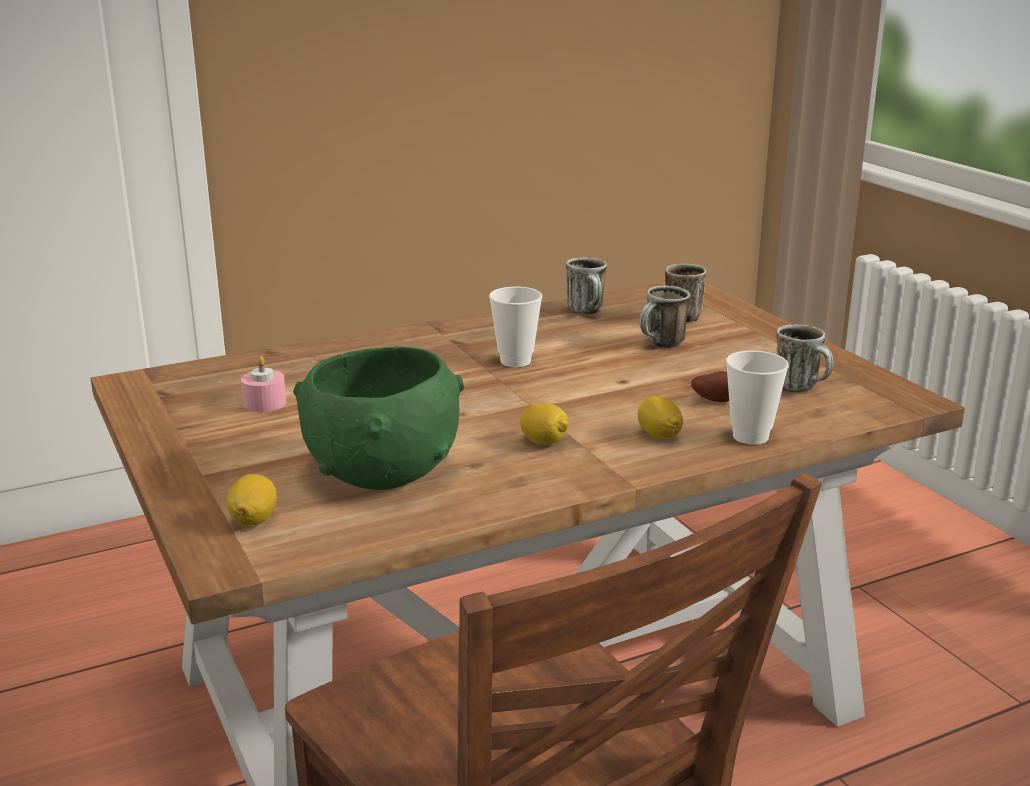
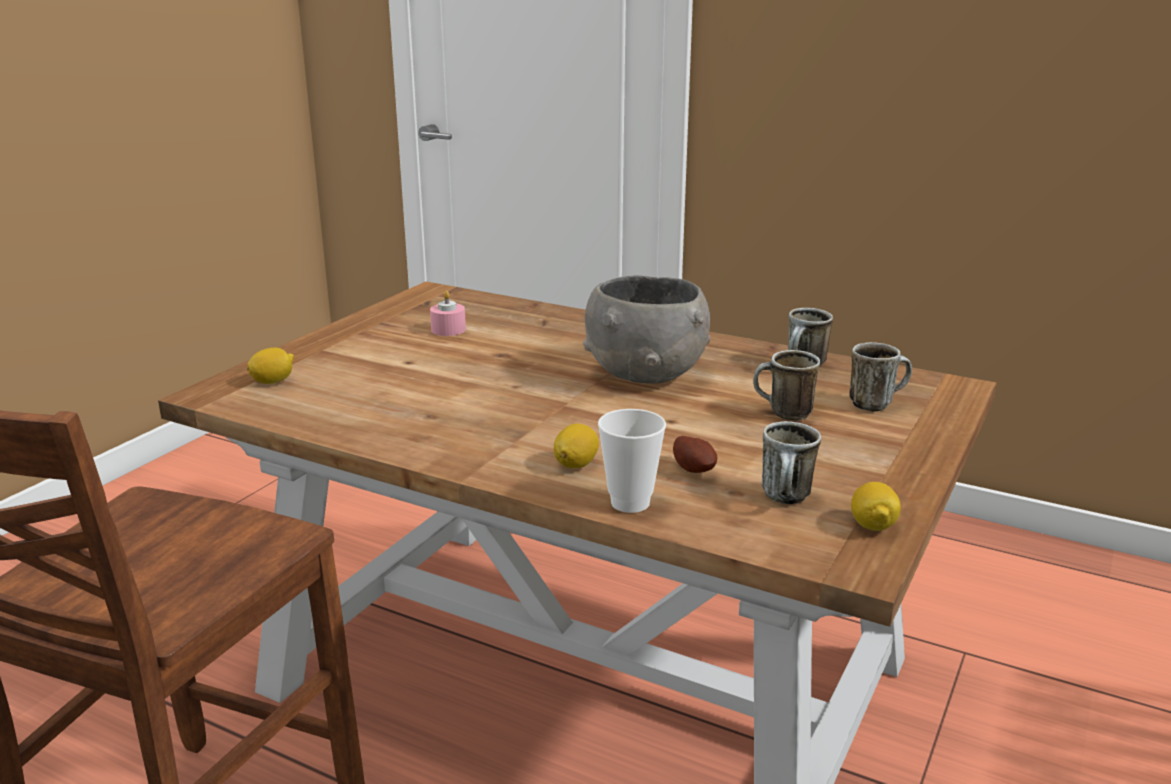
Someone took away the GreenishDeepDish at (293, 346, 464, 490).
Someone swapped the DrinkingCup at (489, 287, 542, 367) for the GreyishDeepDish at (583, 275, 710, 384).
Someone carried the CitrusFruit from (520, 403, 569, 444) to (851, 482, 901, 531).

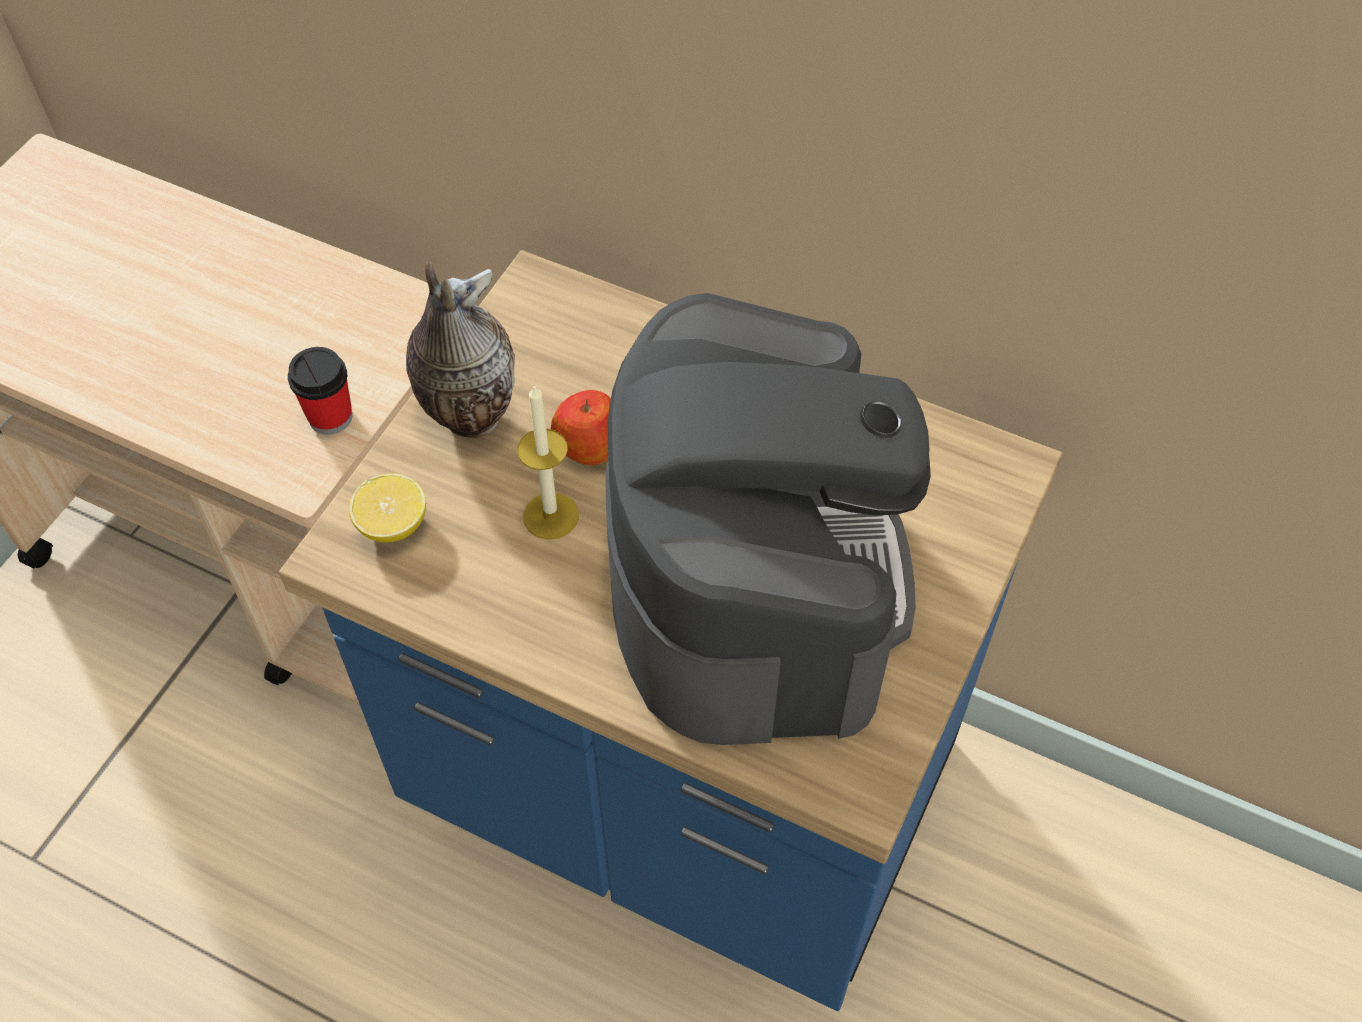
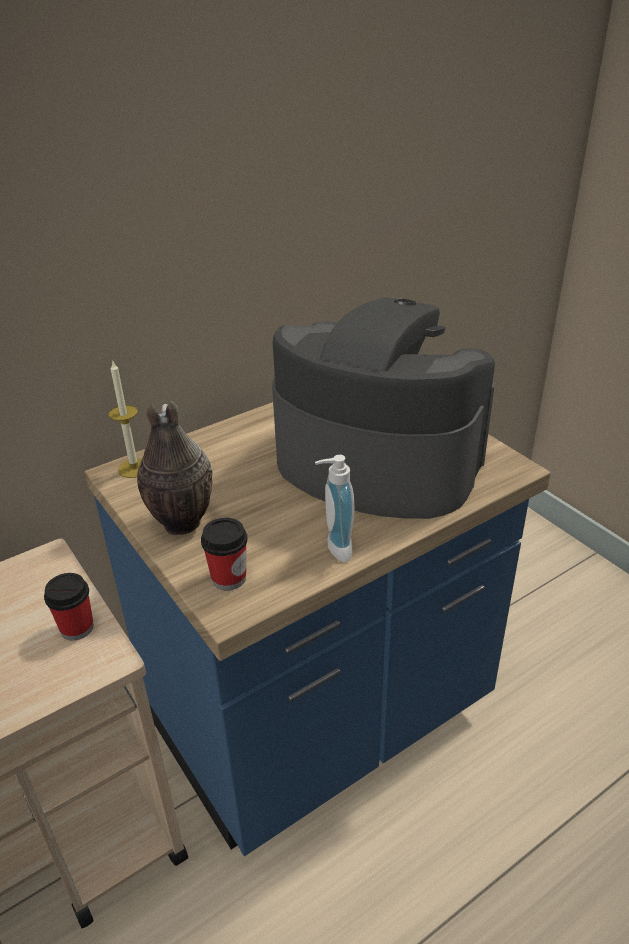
Someone swapped the CitrusFruit at (349, 473, 426, 542) for the DrinkingCup at (201, 518, 248, 591).
Someone carried the Candle from (517, 385, 579, 540) to (108, 360, 142, 478).
Someone took away the AppleFruit at (551, 390, 611, 465).
Someone put down the SoapBottle at (315, 455, 354, 562).

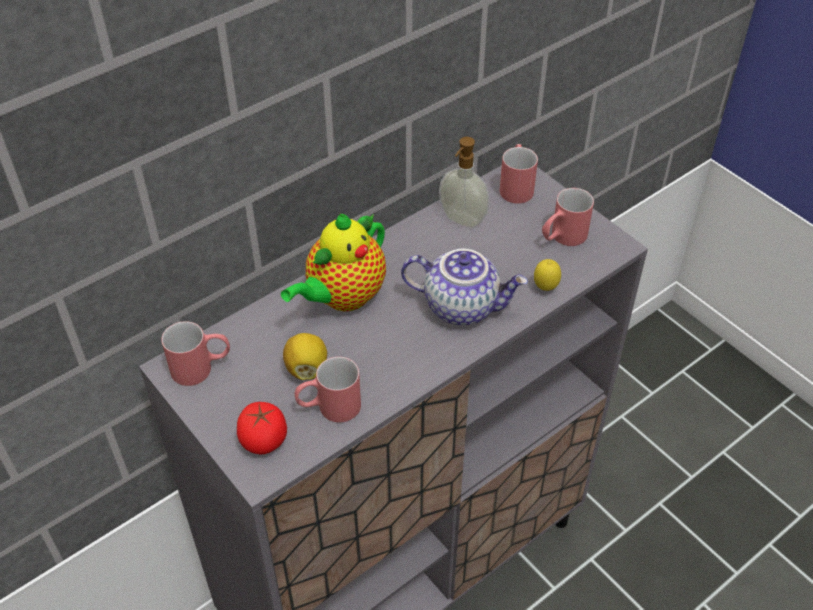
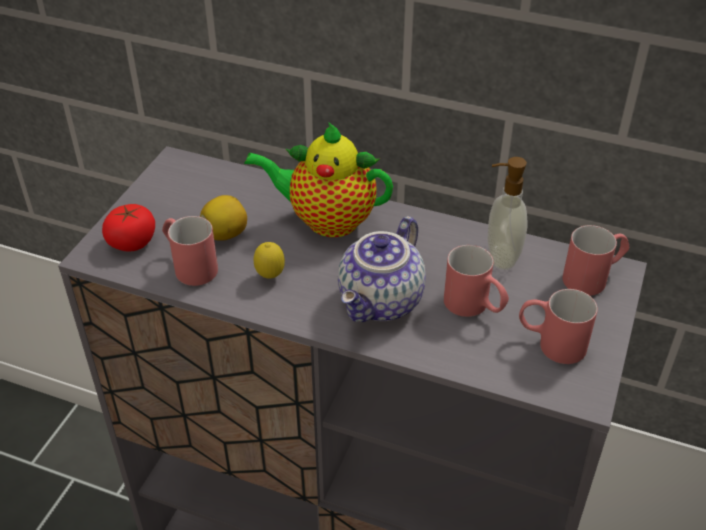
Someone carried the RedMug from (161, 321, 230, 386) to (444, 245, 509, 317).
Someone rotated the Teapot at (401, 249, 528, 325) by 45 degrees clockwise.
Someone carried the CitrusFruit from (534, 259, 561, 291) to (254, 242, 285, 278).

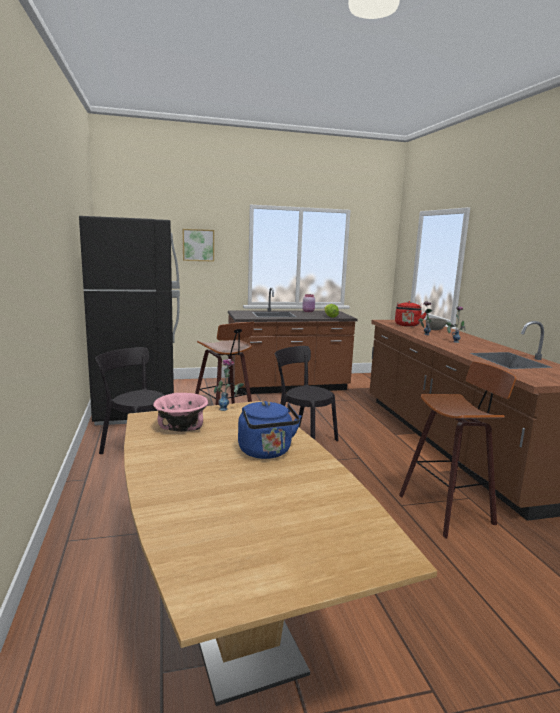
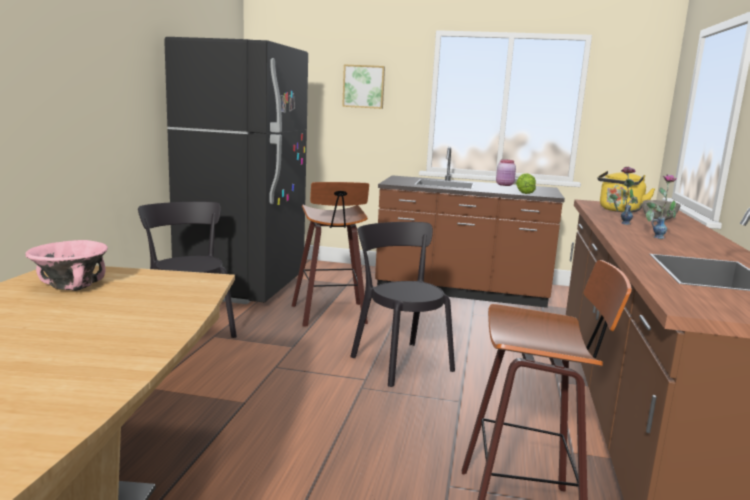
Someone took away the FlowerVase at (214, 359, 244, 411).
Someone took away the BlueColouredWaterKettle at (238, 401, 301, 459).
Someone repainted the RedWaterKettle at (395, 301, 427, 327), which became the YellowWaterKettle at (598, 171, 656, 212).

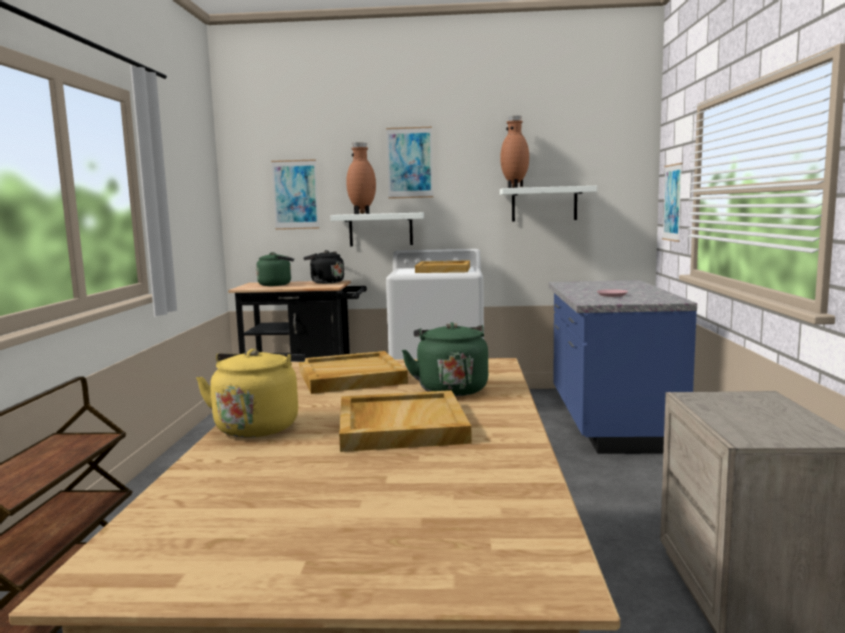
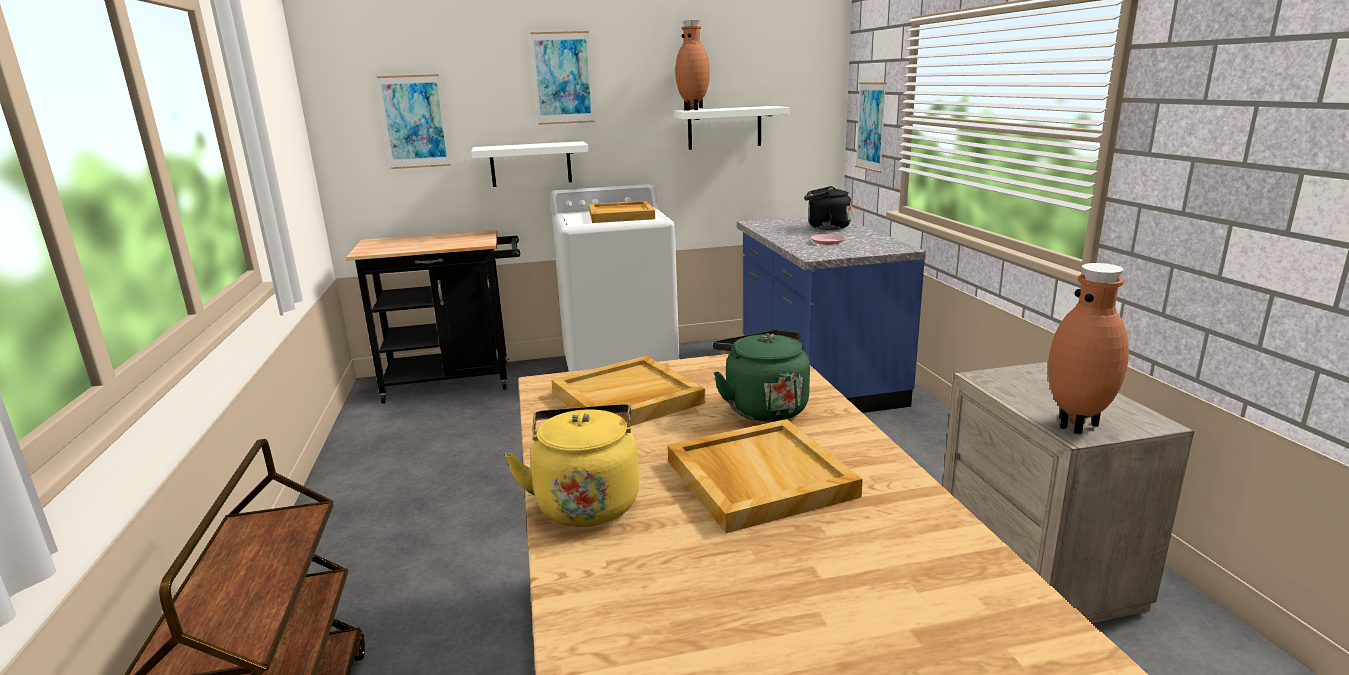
Someone took away the GreenishWaterKettle at (256, 252, 294, 286).
Someone carried the BlackWaterKettle from (303, 250, 344, 284) to (804, 186, 852, 230).
Someone carried the BrownishFlowerVase from (346, 142, 376, 214) to (1048, 263, 1129, 434).

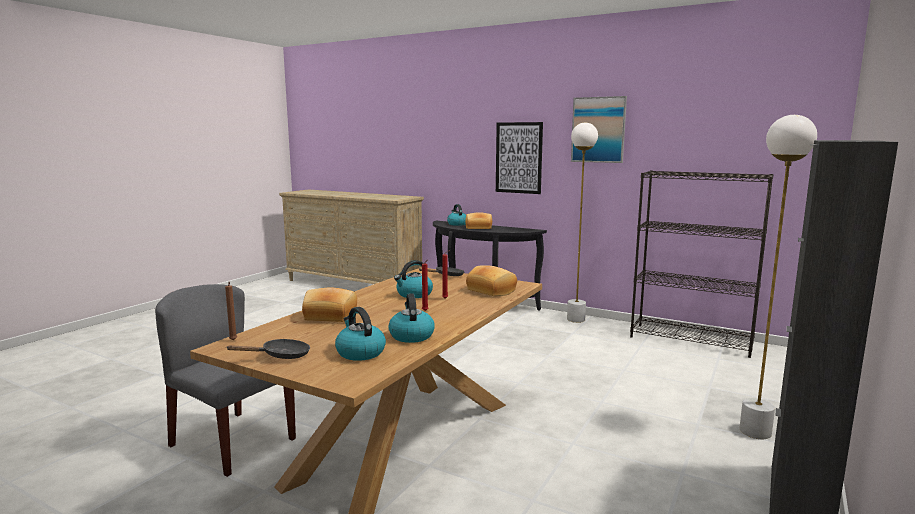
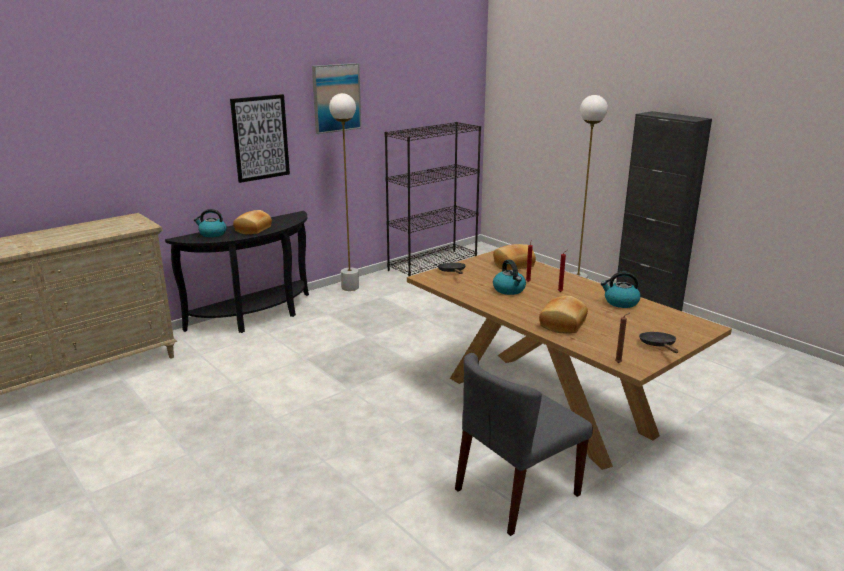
Someone took away the WaterKettle at (335, 307, 386, 361).

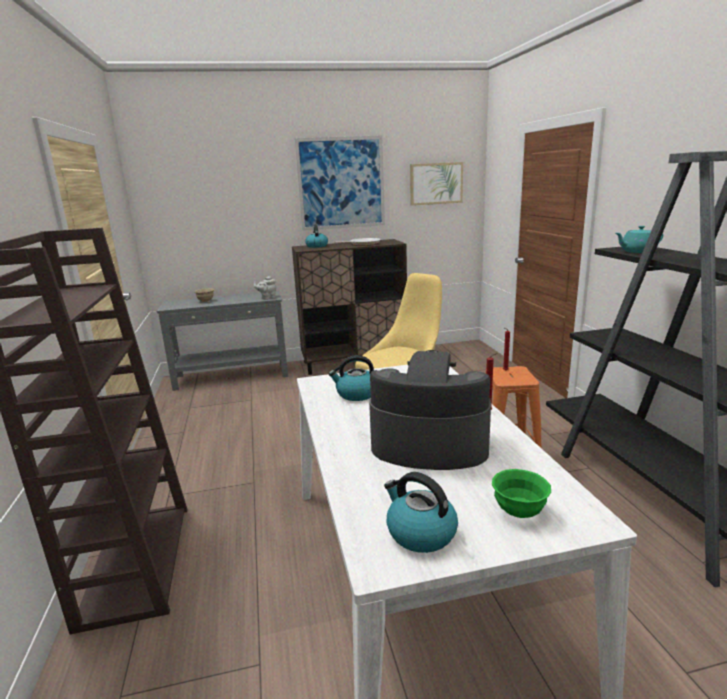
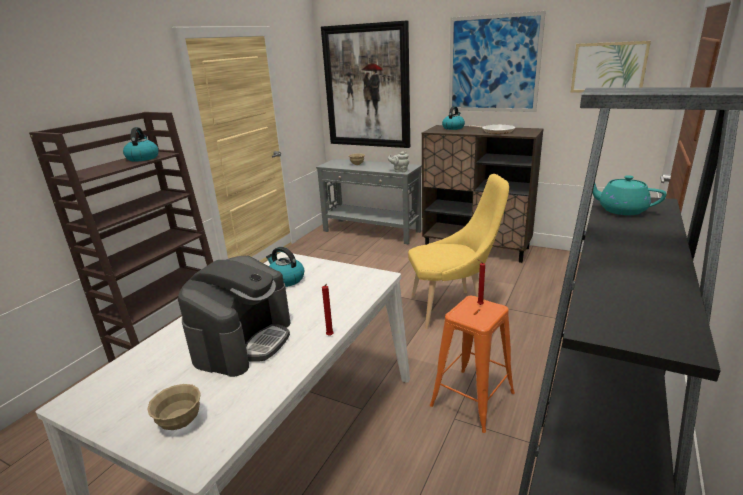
Someone rotated the CoffeeBrewer at (369, 350, 491, 470) by 60 degrees clockwise.
Someone carried the WaterKettle from (384, 472, 458, 553) to (123, 127, 159, 162).
Someone repainted the GreenishDeepDish at (492, 469, 551, 518), which became the BeigeDeepDish at (147, 384, 201, 430).
Someone put up the WallArt at (321, 20, 410, 148).

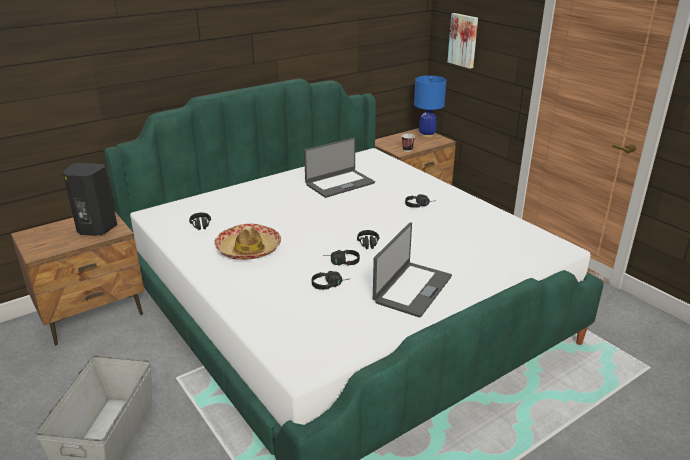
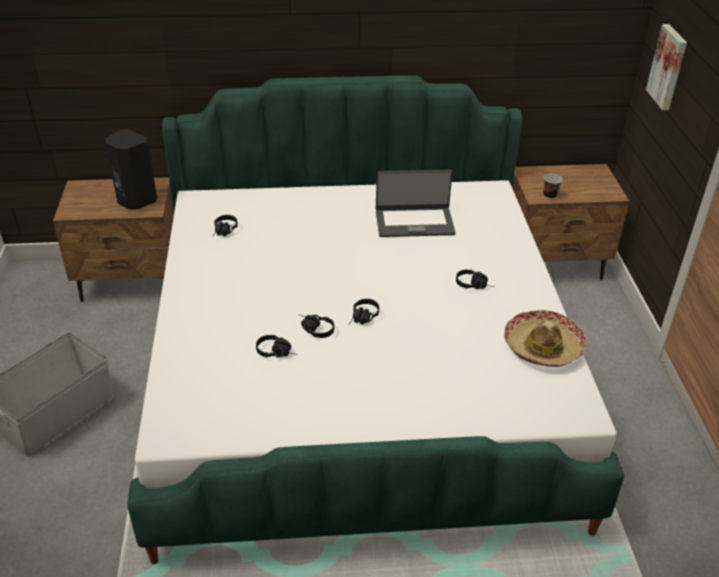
Someone carried the Hat from (214, 223, 281, 260) to (504, 310, 587, 367).
Someone took away the Laptop at (373, 223, 452, 318).
Someone took away the BlueColouredTabletopLamp at (414, 75, 447, 138).

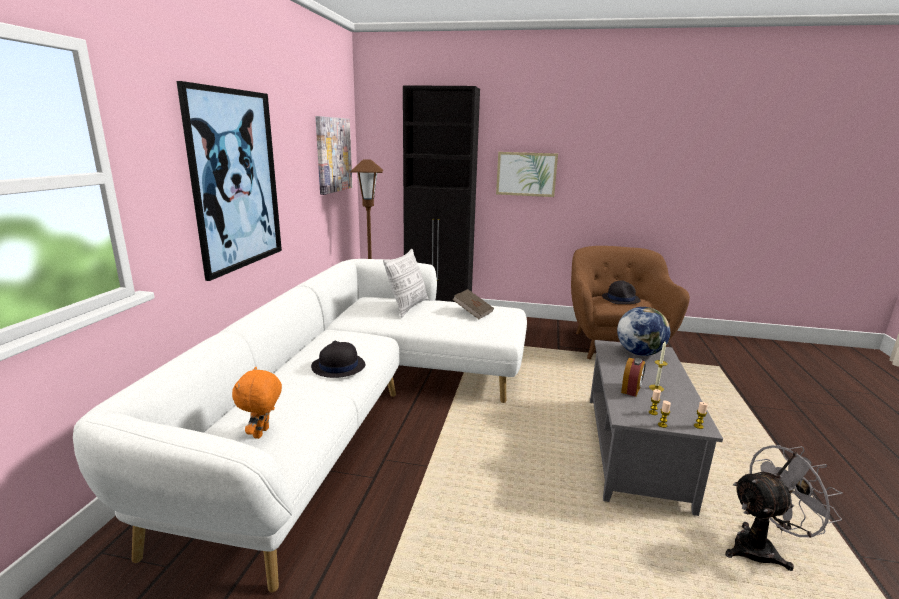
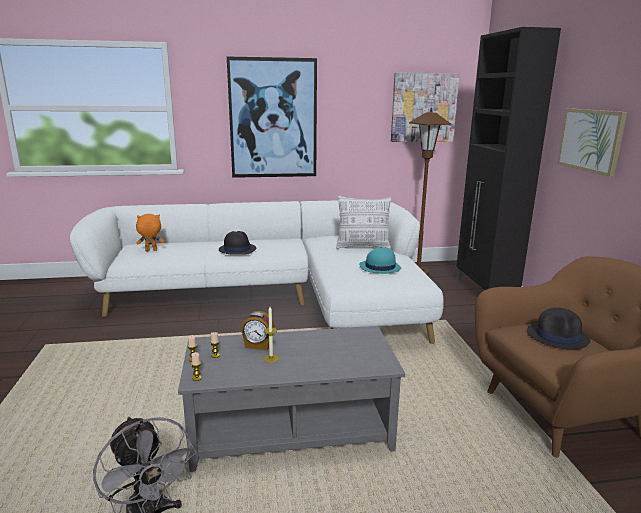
Someone swapped the BrownishBoundBook at (452, 289, 494, 319) for the TurquoiseColouredHat at (359, 247, 401, 274).
Someone took away the Globe at (617, 307, 670, 356).

